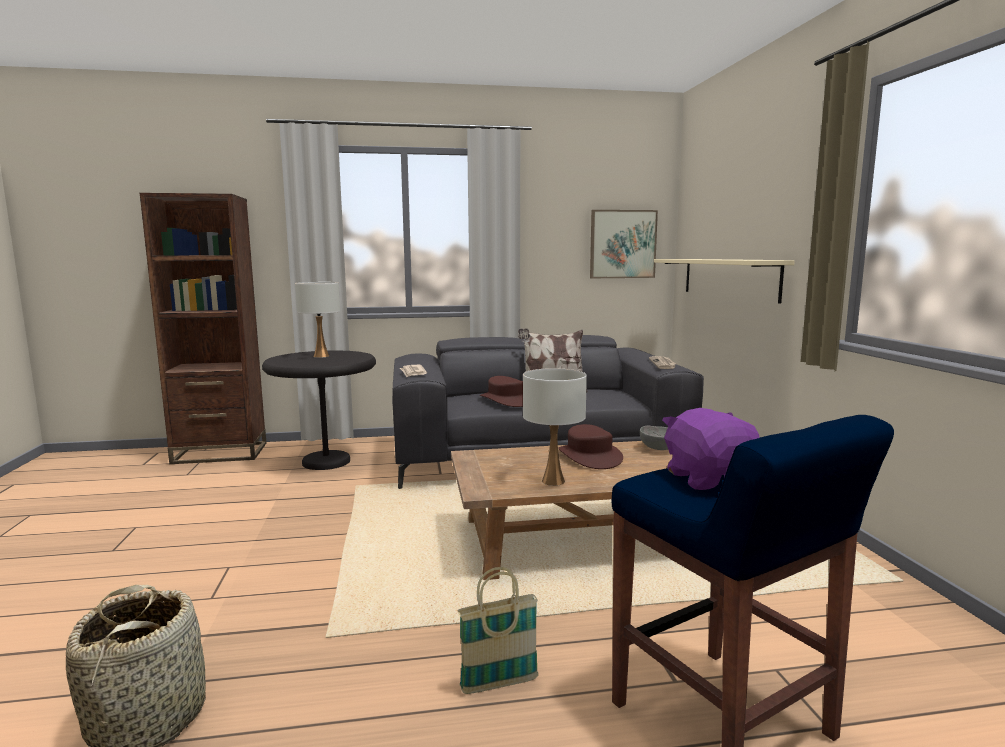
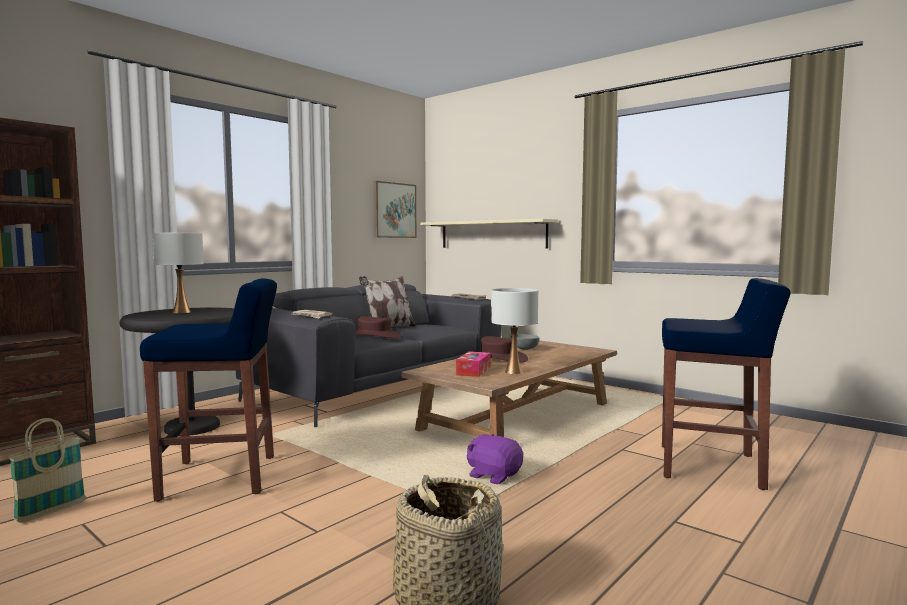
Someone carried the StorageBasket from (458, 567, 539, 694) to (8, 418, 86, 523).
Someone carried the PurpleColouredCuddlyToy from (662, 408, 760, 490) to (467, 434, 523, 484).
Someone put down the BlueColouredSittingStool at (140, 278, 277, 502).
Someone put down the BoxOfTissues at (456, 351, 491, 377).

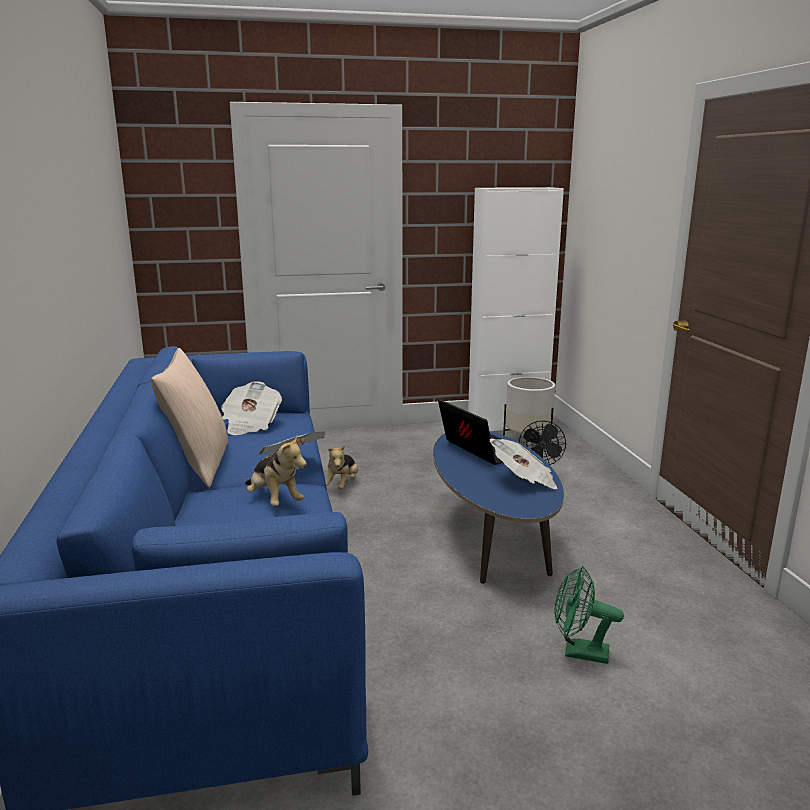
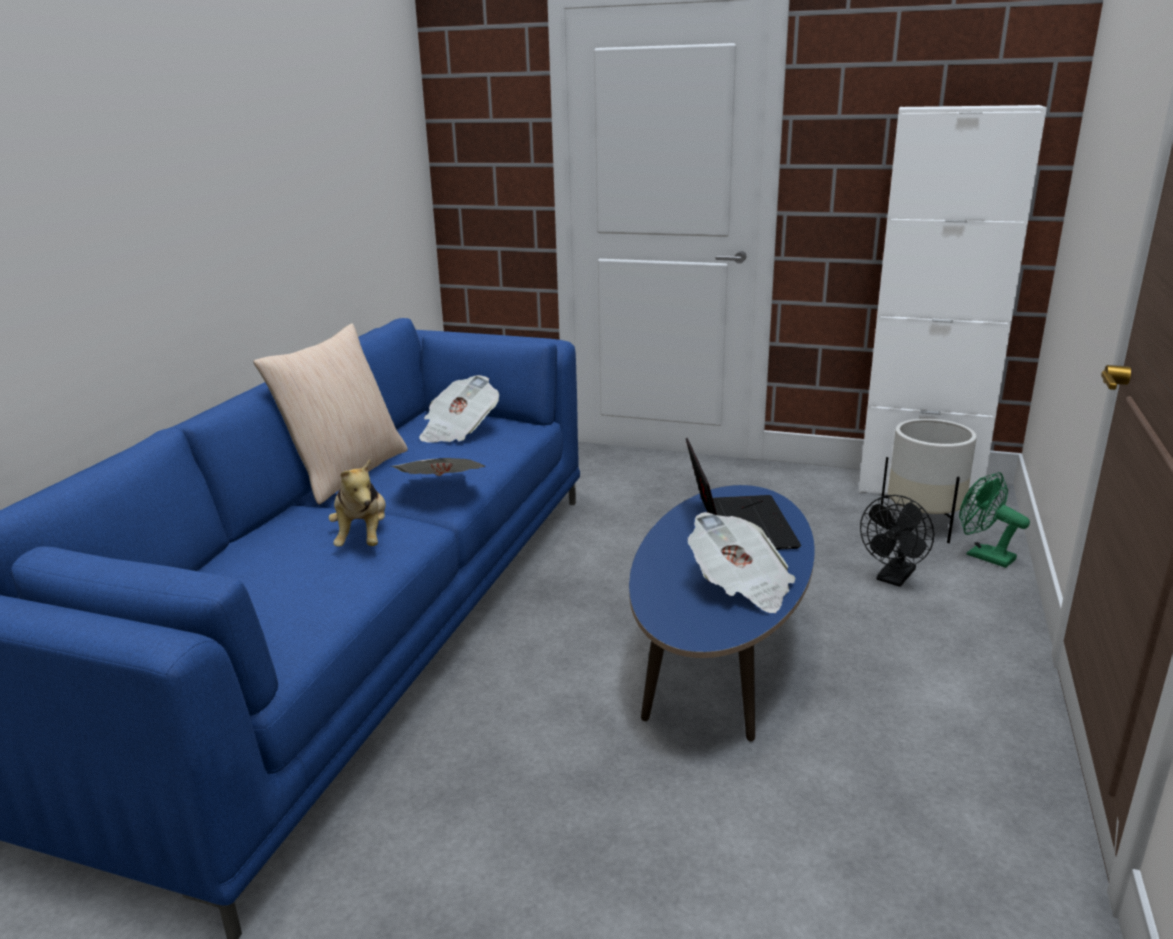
Someone took away the CuddlyToy at (325, 445, 358, 489).
Someone carried the GreenishElectricFan from (554, 566, 624, 664) to (959, 472, 1030, 568).

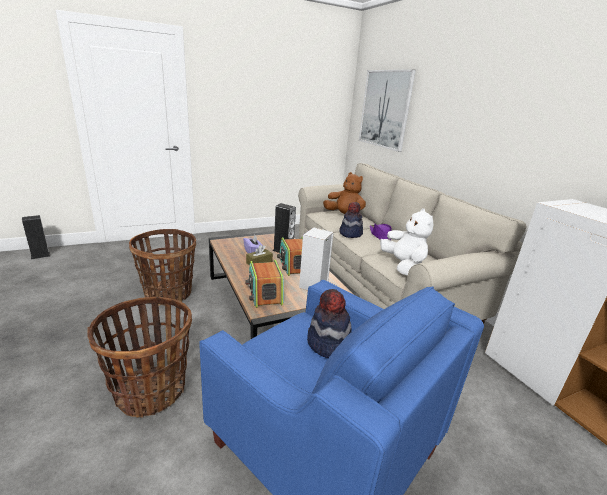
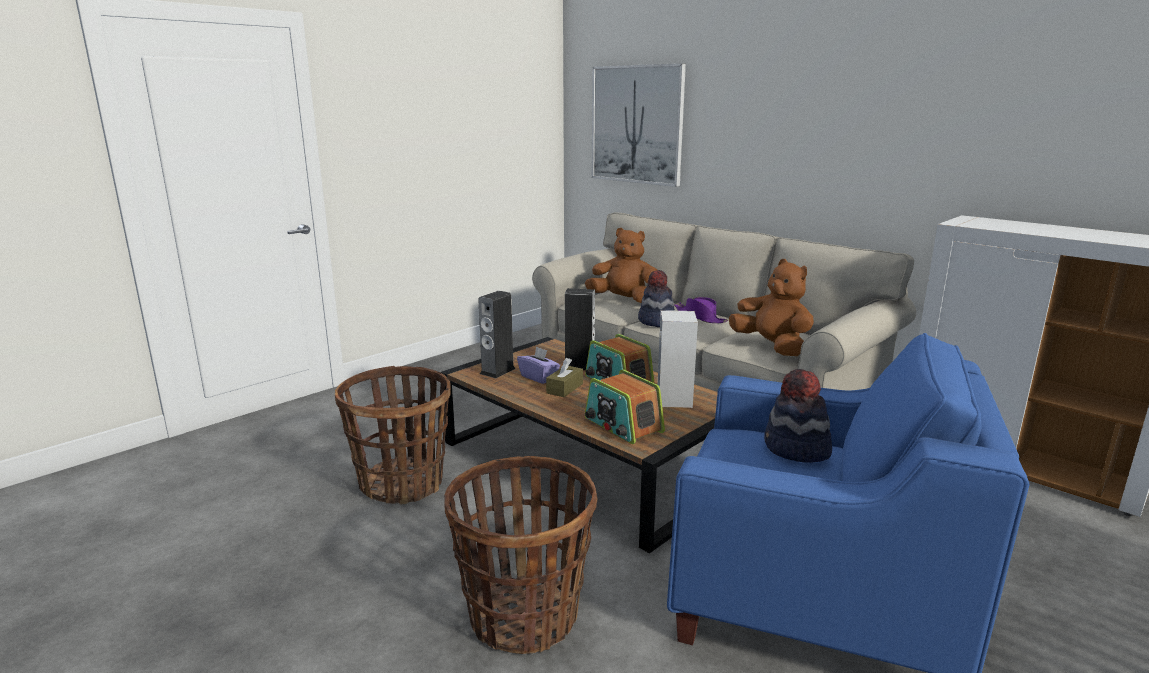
Someone carried the Loudspeaker from (22, 215, 51, 259) to (478, 291, 516, 378).
Someone repainted the WhiteCuddlyToy at (380, 208, 433, 276), which became the BrownishCuddlyToy at (729, 259, 814, 356).

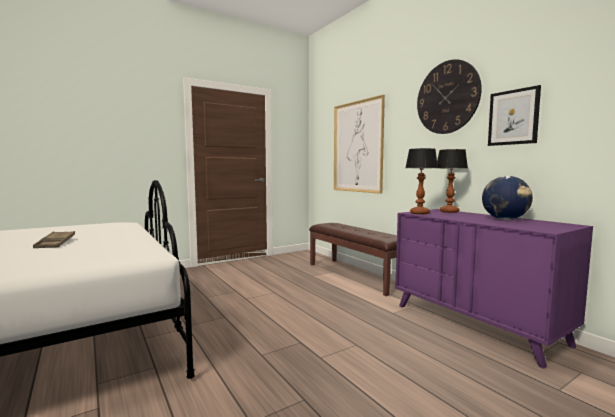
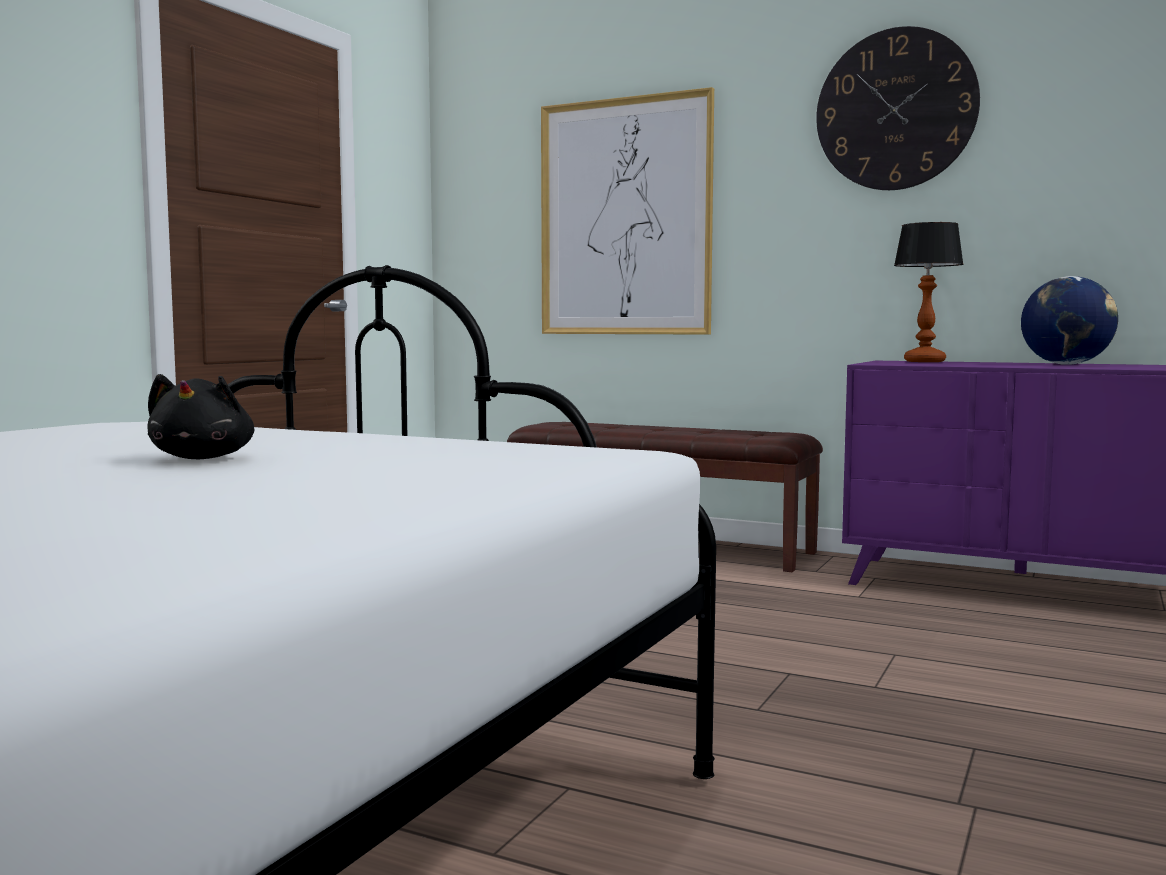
Someone swapped the BrownishServingTray at (33, 231, 75, 248) for the BlackCuddlyToy at (147, 374, 254, 460).
Someone took away the TabletopLamp at (406, 148, 438, 214).
Someone took away the WallArt at (488, 85, 541, 146).

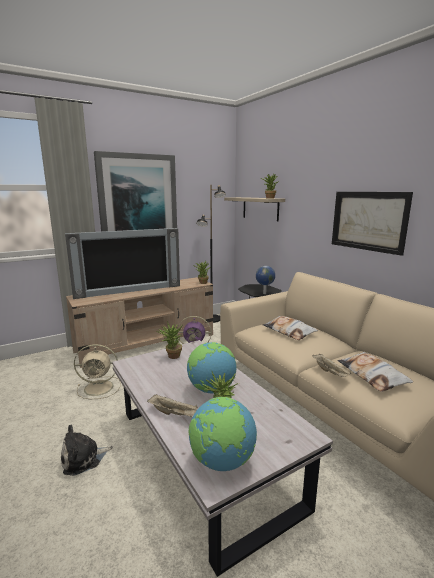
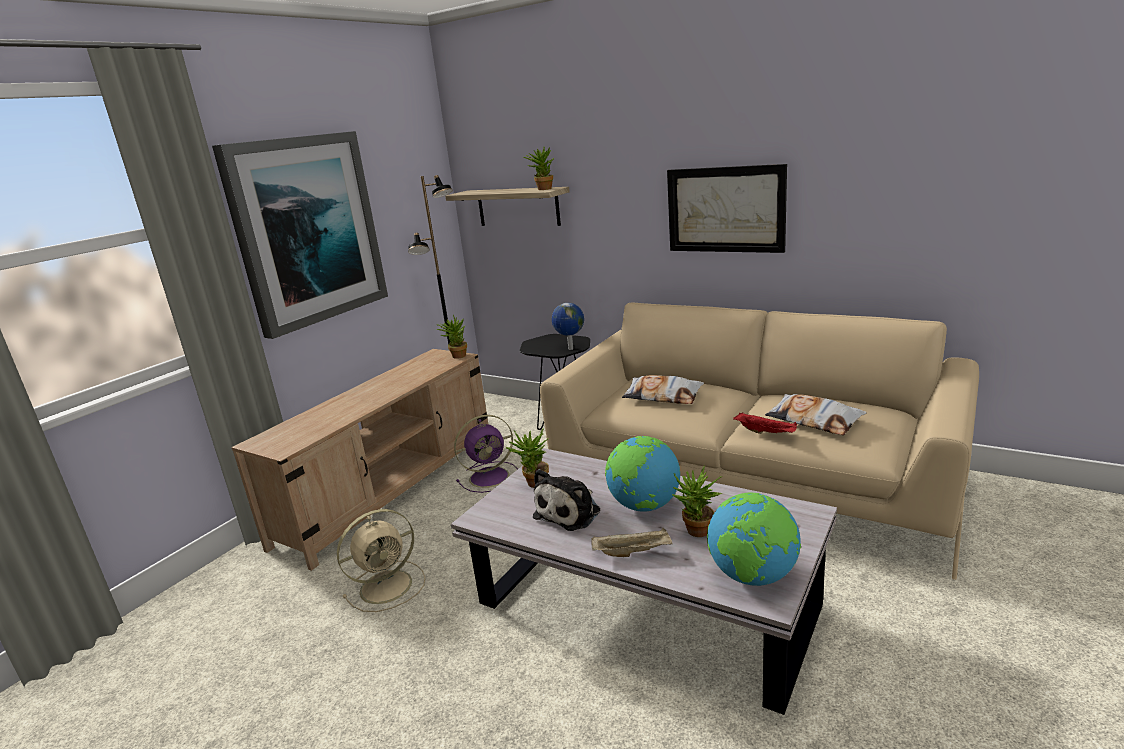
Someone carried the CuddlyToy from (61, 424, 113, 476) to (533, 469, 600, 531).
Someone took away the Tv at (65, 228, 180, 299).
Someone repainted the BeigeServingTray at (312, 354, 351, 377), which became the RedServingTray at (733, 413, 797, 434).

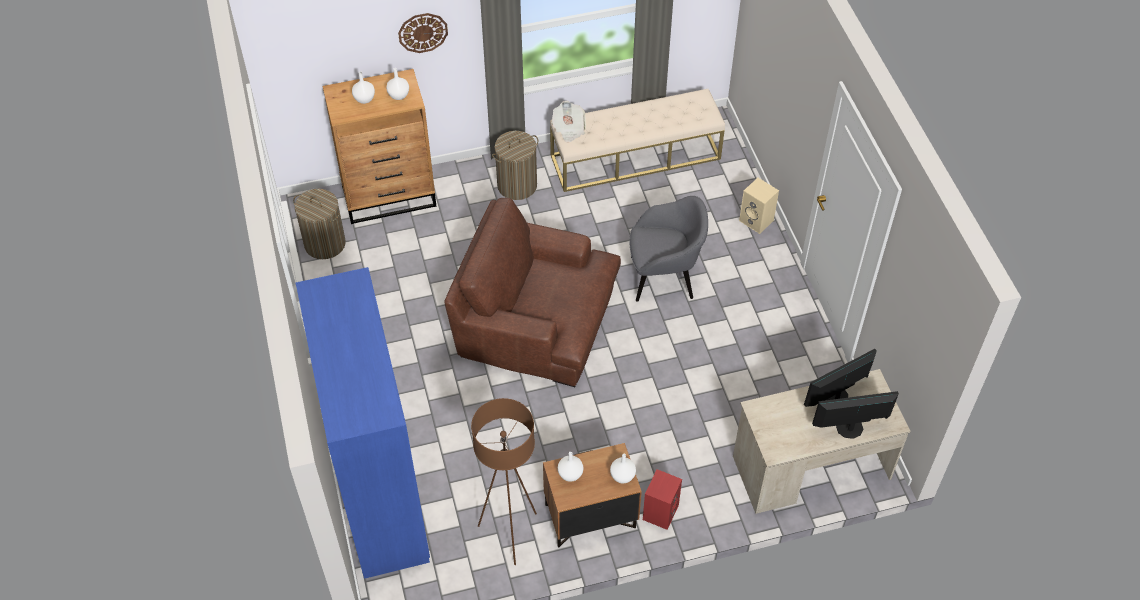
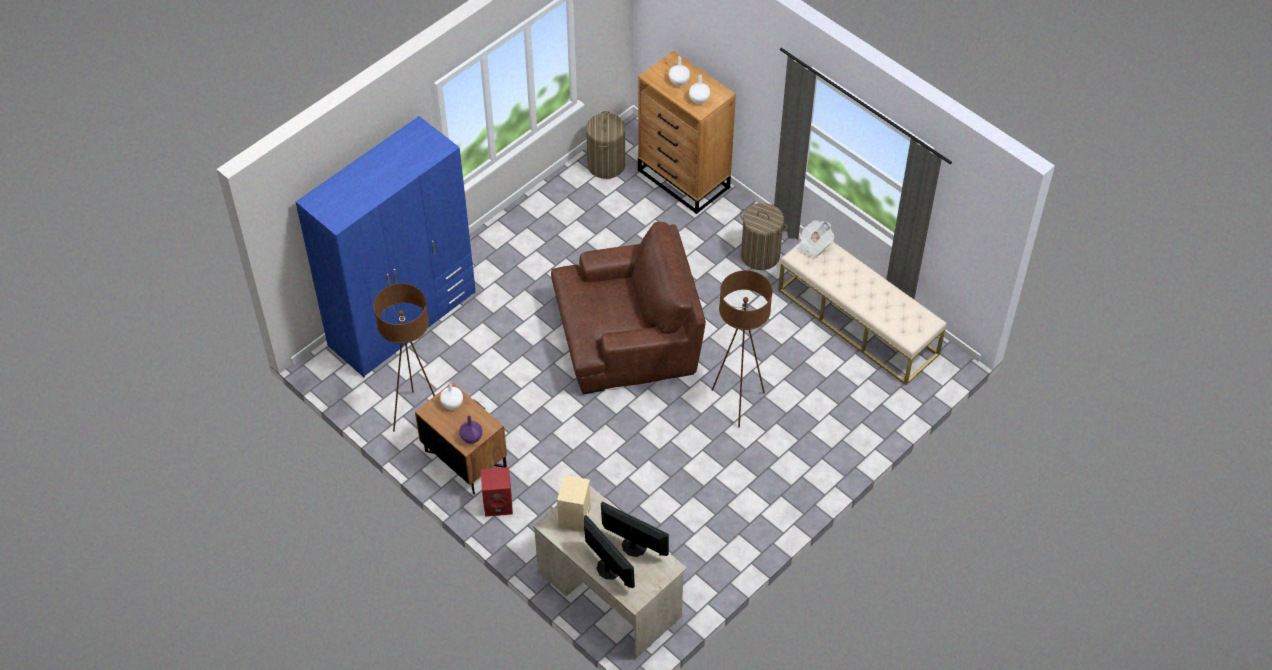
Someone took away the ClockOnTheWall at (398, 13, 448, 53).
Someone rotated the BrownishLoungeChair at (444, 198, 621, 387) by 90 degrees clockwise.
Someone repainted the WhiteFlowerVase at (610, 454, 636, 484), which became the PurpleColouredFlowerVase at (459, 416, 482, 444).
Someone swapped the GreyishLoungeChair at (630, 196, 708, 302) for the BrownishStandardLamp at (712, 270, 772, 428).
Someone carried the BeigeLoudspeaker from (739, 178, 779, 234) to (557, 475, 591, 532).

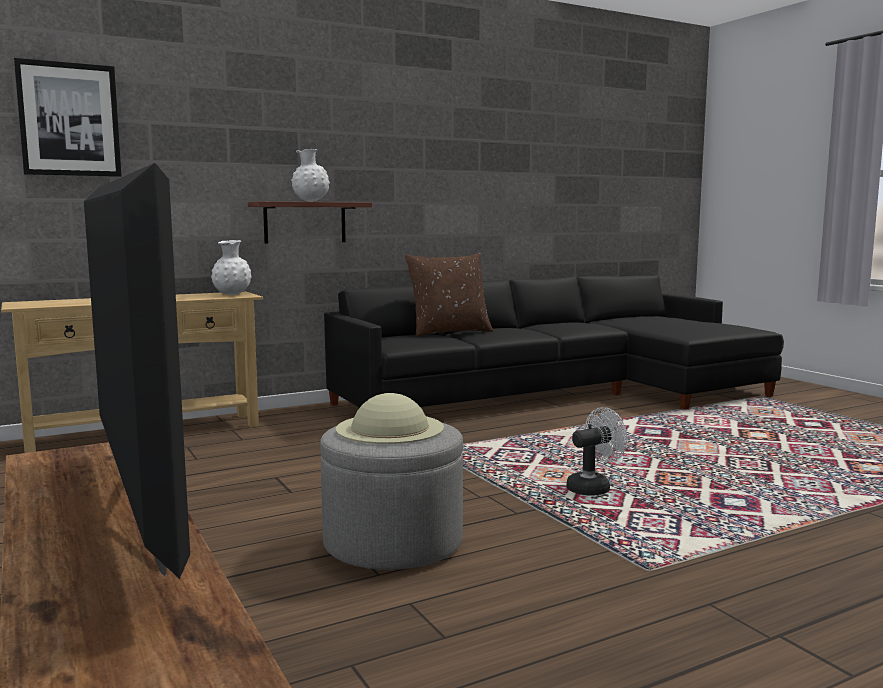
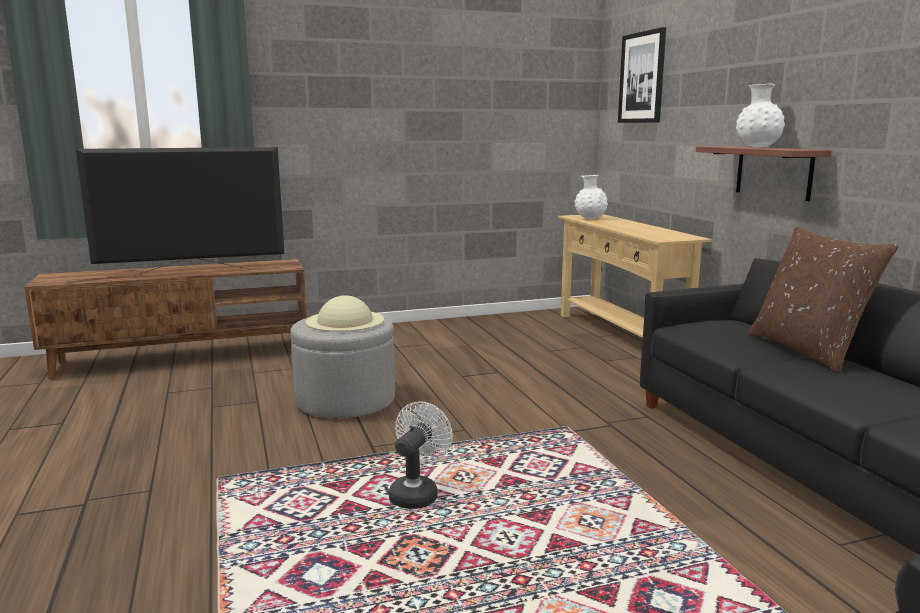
Someone carried the WhiteFlowerVase from (211, 240, 252, 295) to (574, 175, 608, 219).
Someone rotated the WhiteElectricFan at (567, 407, 627, 496) by 135 degrees counterclockwise.

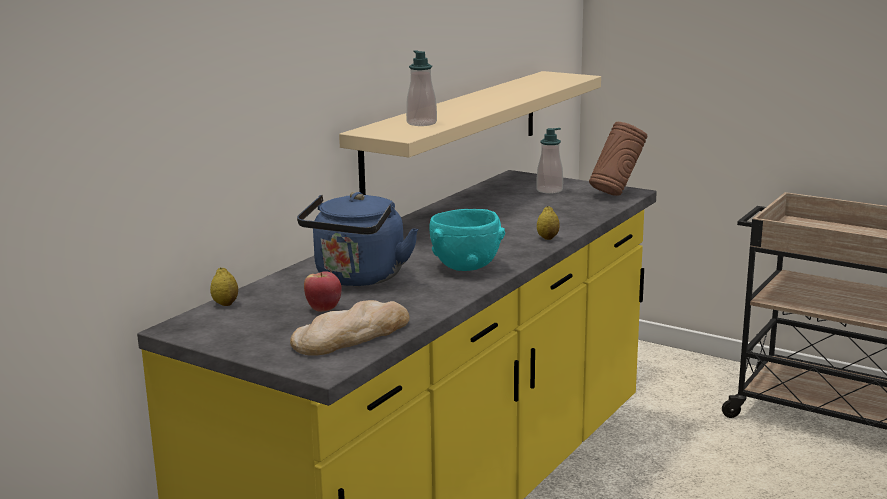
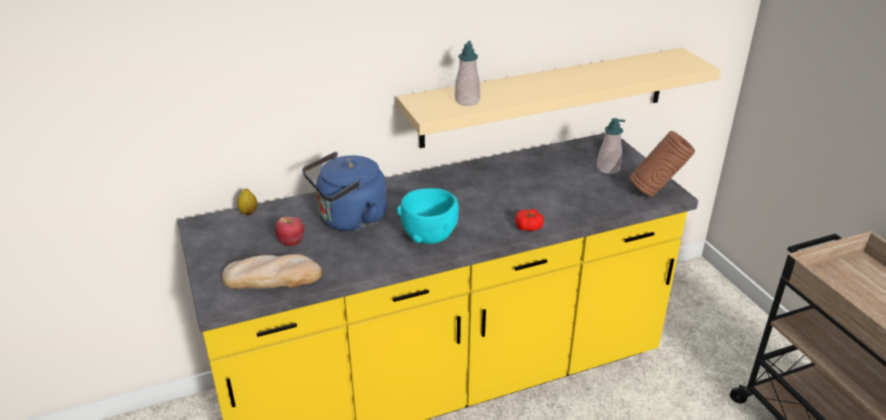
Someone swapped the CitrusFruit at (537, 206, 560, 240) for the Tomato at (515, 209, 544, 231).

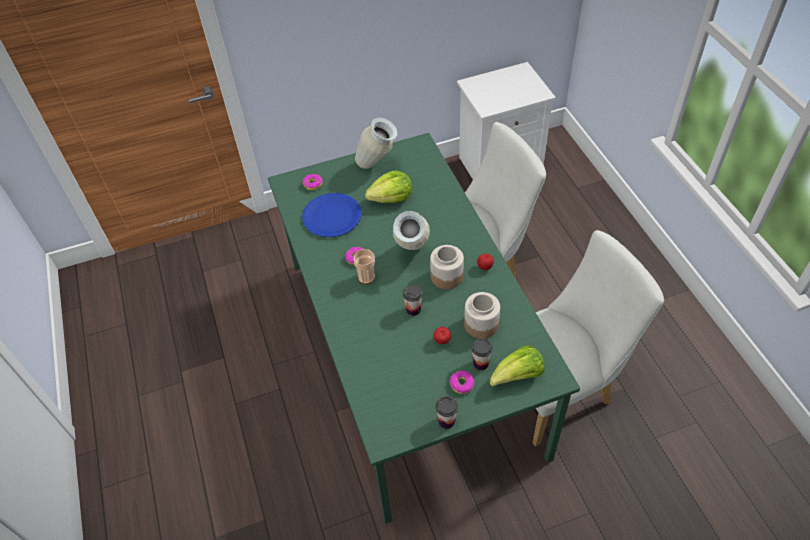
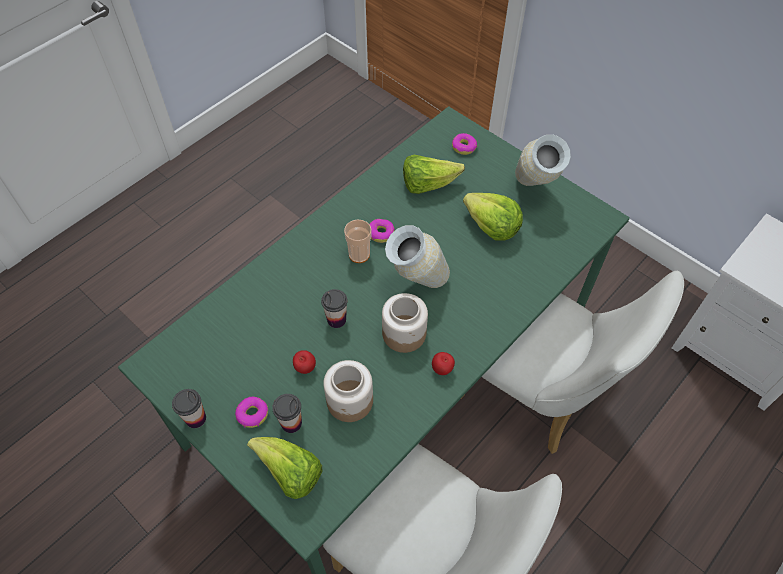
Someone swapped the BlueColouredPlate at (302, 193, 362, 237) for the HeadOfLettuce at (403, 155, 465, 194).

